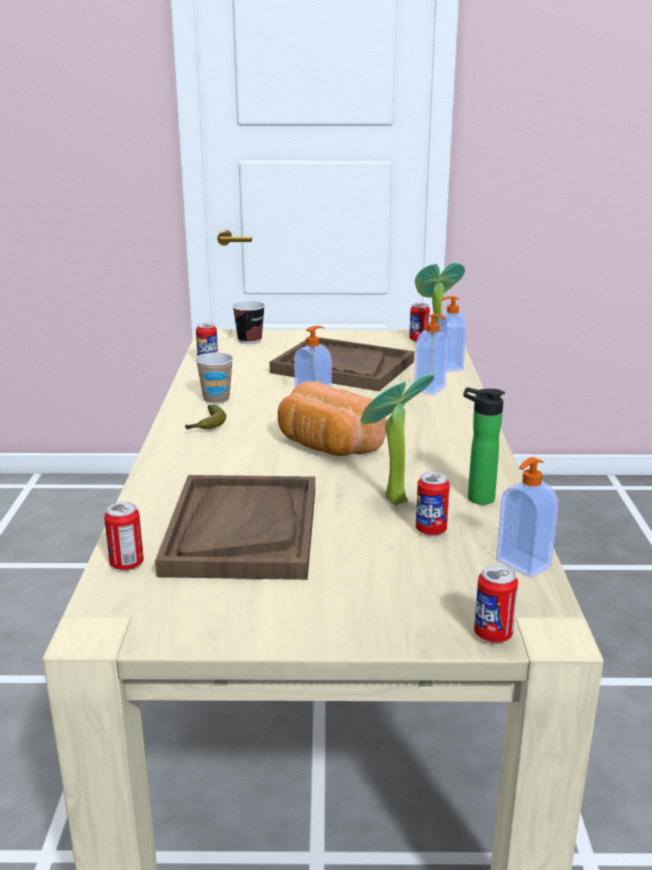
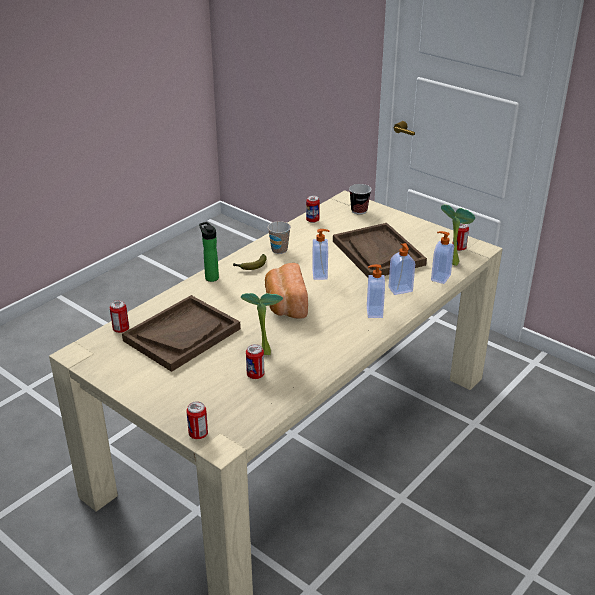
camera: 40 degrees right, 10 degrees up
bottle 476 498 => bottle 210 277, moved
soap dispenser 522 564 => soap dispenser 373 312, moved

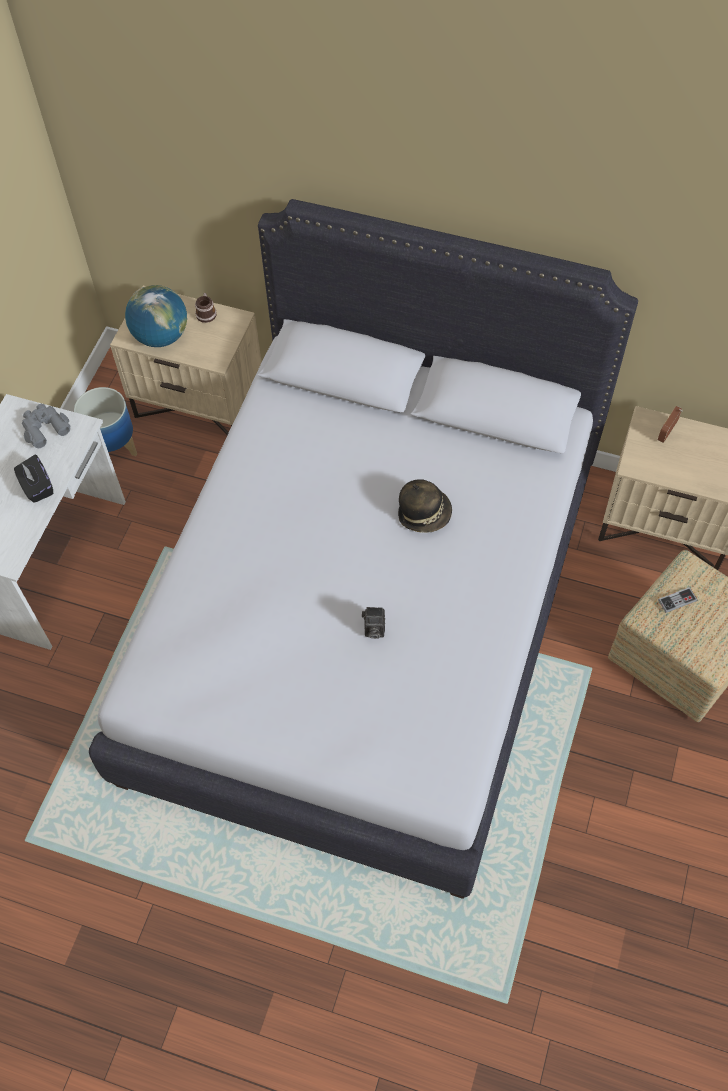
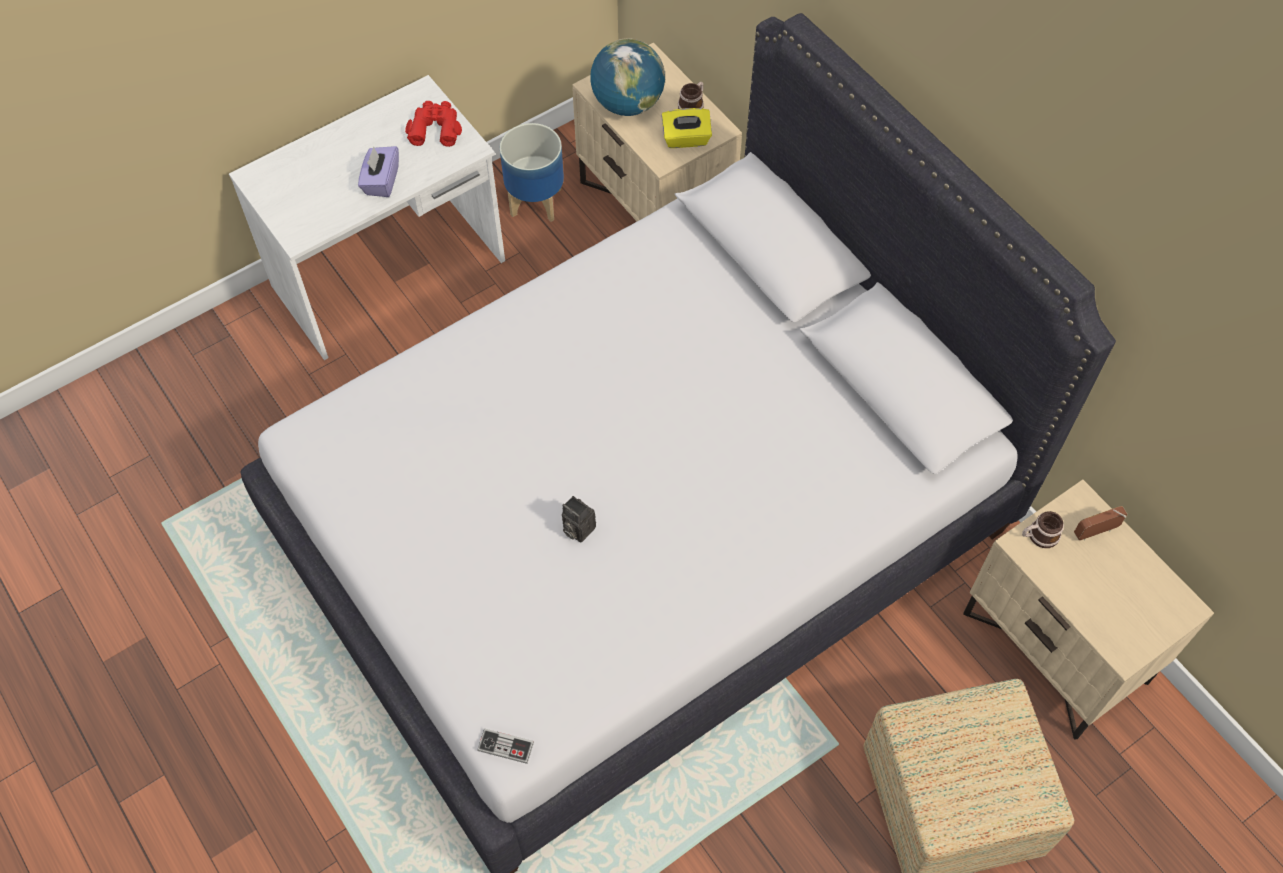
camera: 35 degrees right, 0 degrees up
blackish box of tissues 37 487 => purple-coloured box of tissues 381 181
greyish field glasses 44 427 => reddish field glasses 435 128
wearable hat 424 513 => nothing
game controller 677 600 => game controller 505 746, moved
nothing => yellow-coloured box of tissues 686 139
nothing => coffee mug 1039 536

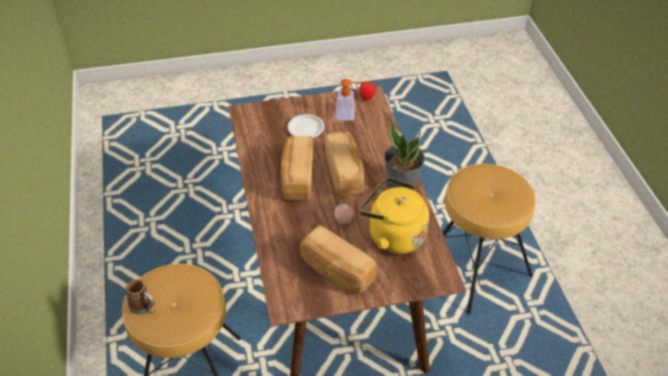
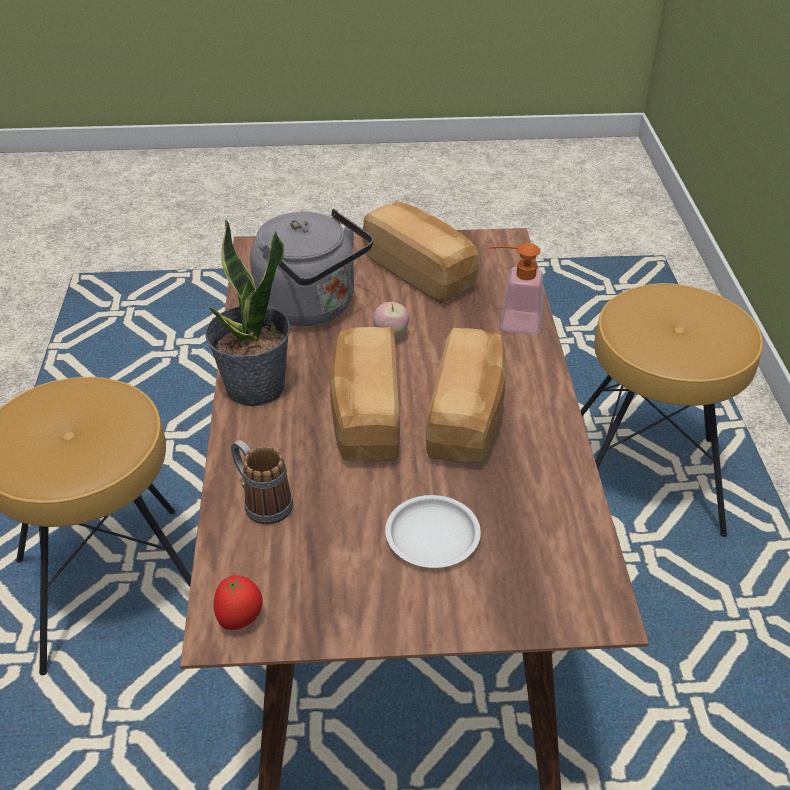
camera: 170 degrees left, 5 degrees down
coffee mug 144 308 => coffee mug 261 502, moved
soap dispenser 349 115 => soap dispenser 512 322, moved
yellow-coloured kettle 393 235 => greyish kettle 312 307

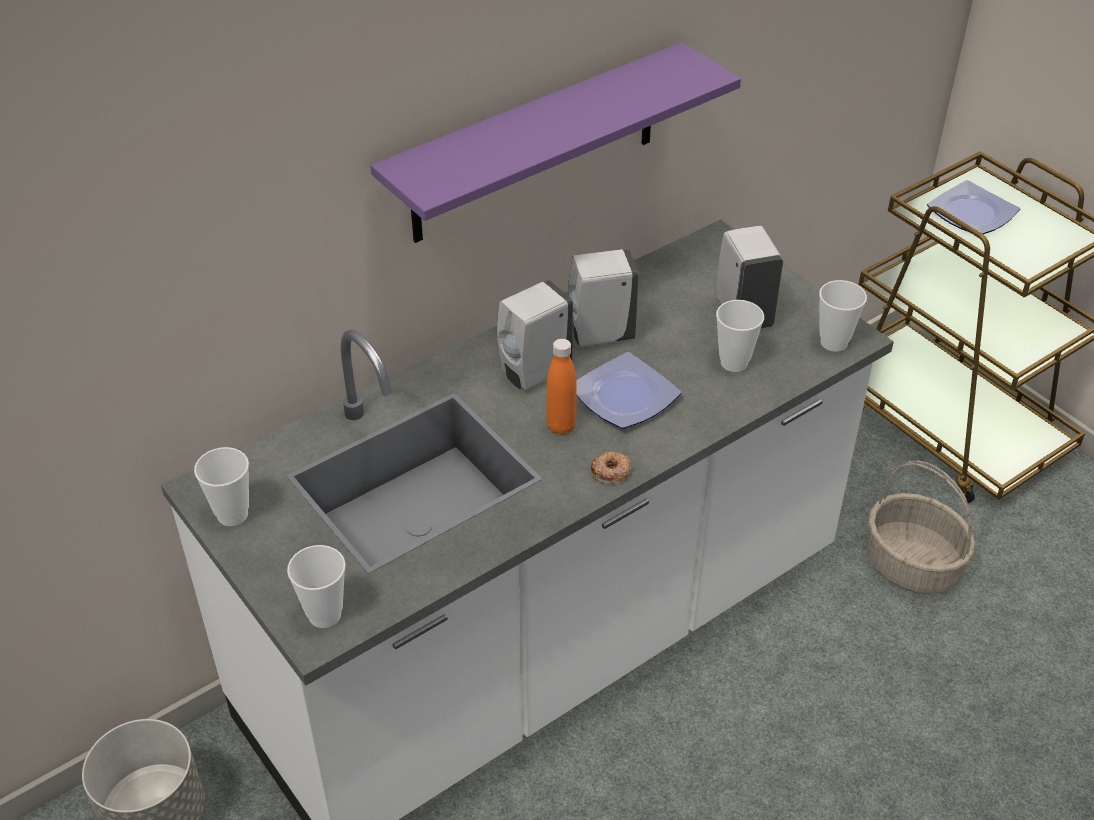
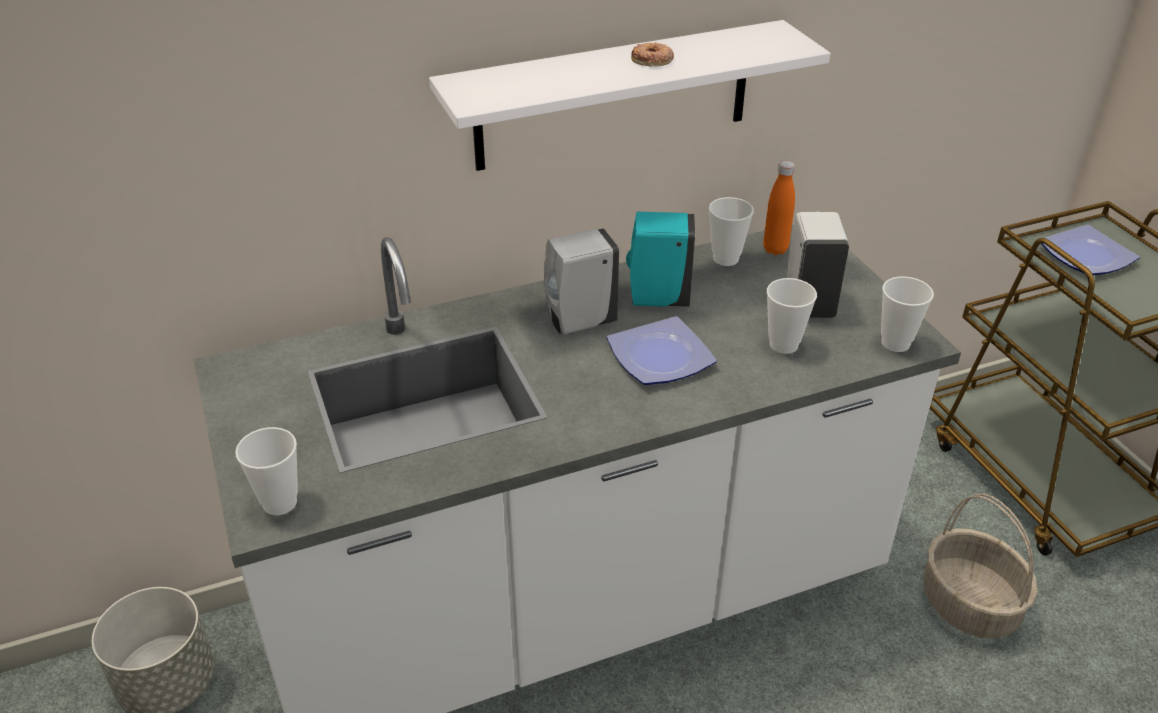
camera: 15 degrees right, 5 degrees down
drinking cup 232 514 => drinking cup 726 259, moved
purple-coloured wall shelf 535 145 => whitish wall shelf 614 96
orange bottle 561 426 => orange bottle 775 249, moved
whitish soap dispenser 598 335 => turquoise-coloured soap dispenser 656 299
doughnut 611 471 => doughnut 652 60, moved

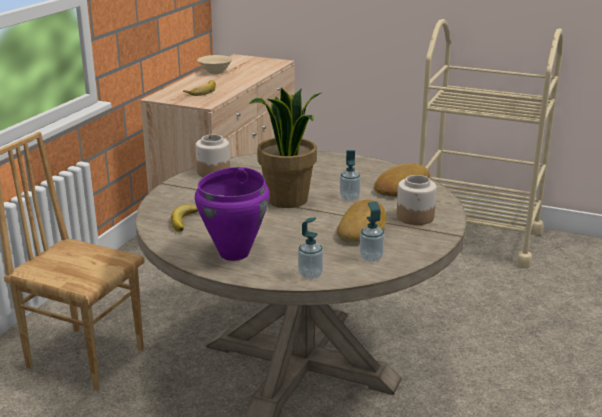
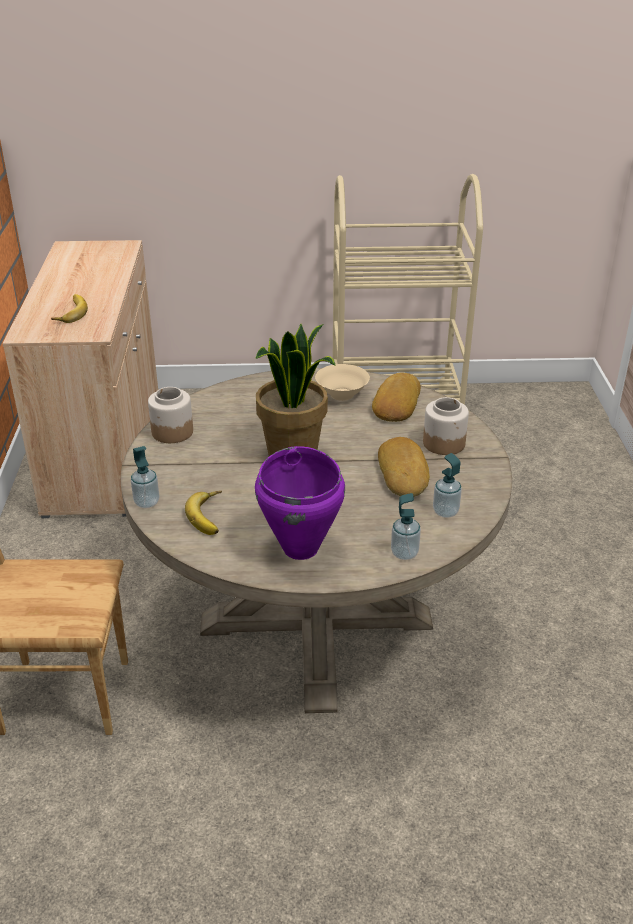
camera: 25 degrees left, 10 degrees up
beige-coloured bowl 215 72 => beige-coloured bowl 341 394, moved
soap dispenser 349 197 => soap dispenser 147 502, moved

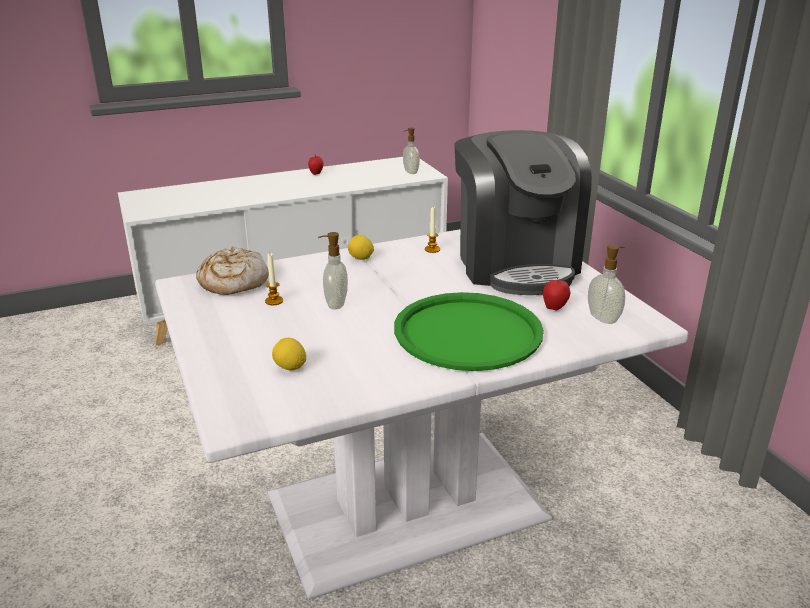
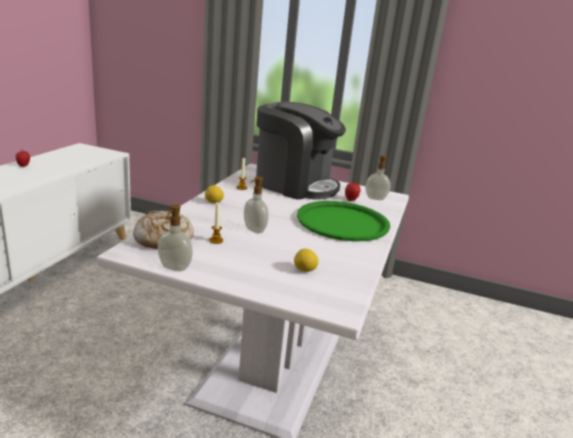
camera: 50 degrees left, 5 degrees down
soap dispenser 410 172 => soap dispenser 174 268, moved

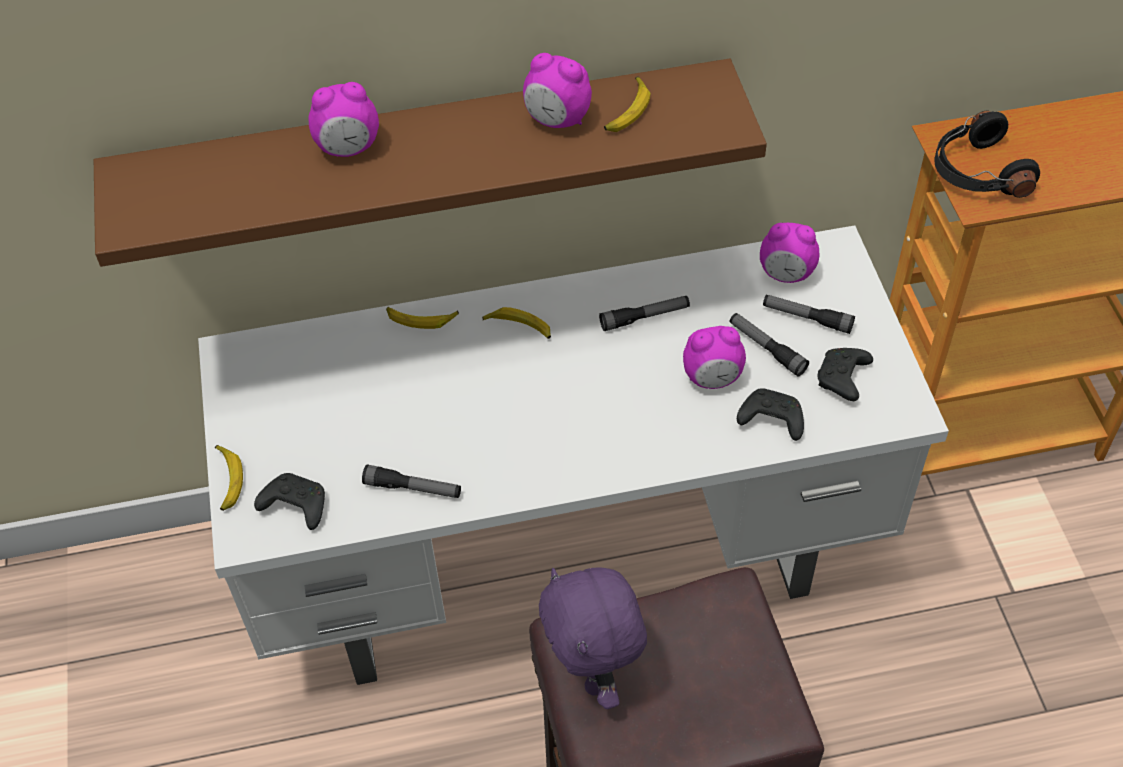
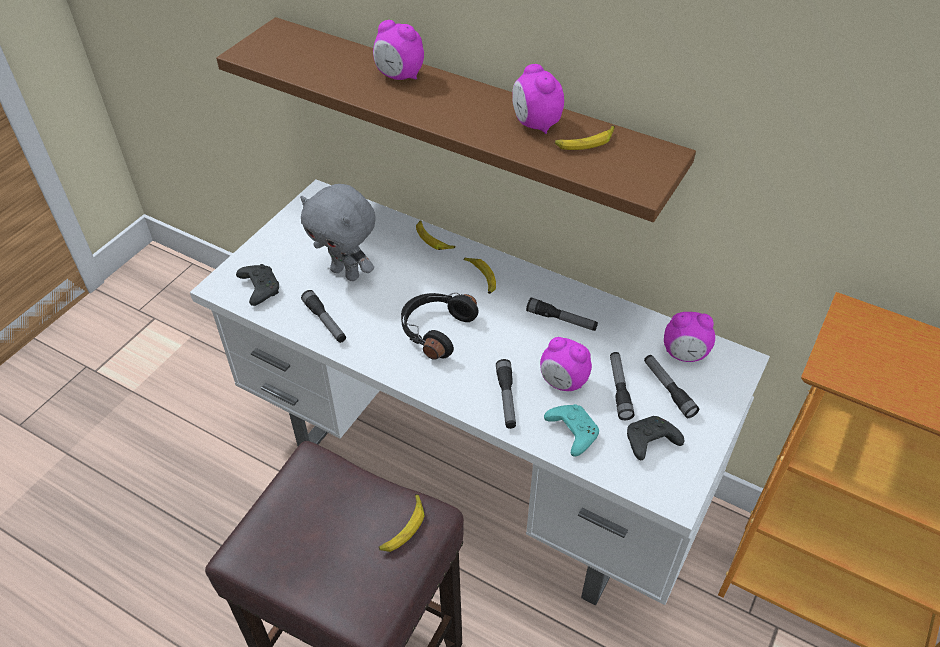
camera: 40 degrees right, 5 degrees down
whole banana 227 481 => whole banana 403 527, moved
purple-coloured plush toy 594 674 => nothing
blackish game controller 770 420 => turquoise-coloured game controller 571 432
bedside clock 786 274 => bedside clock 684 354, 45 degrees counterclockwise
blackish pair of headphones 977 172 => blackish pair of headphones 435 330, moved
nothing => greyish plush toy 347 273
nothing => flashlight 506 398

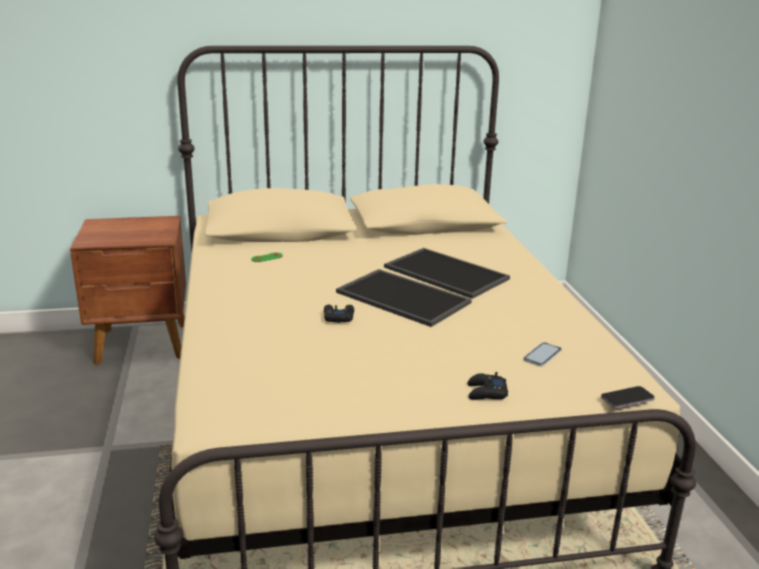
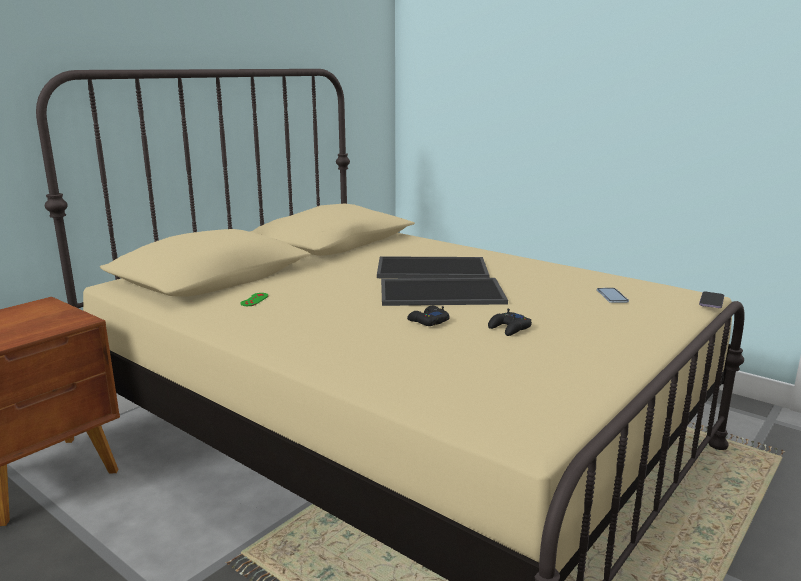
camera: 40 degrees left, 5 degrees down
blackish game controller 486 393 => blackish game controller 509 328, moved

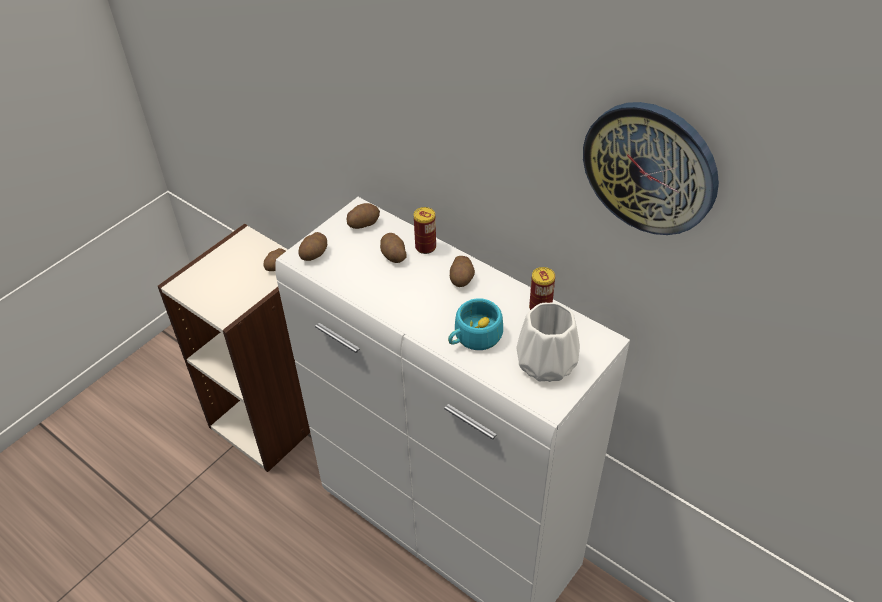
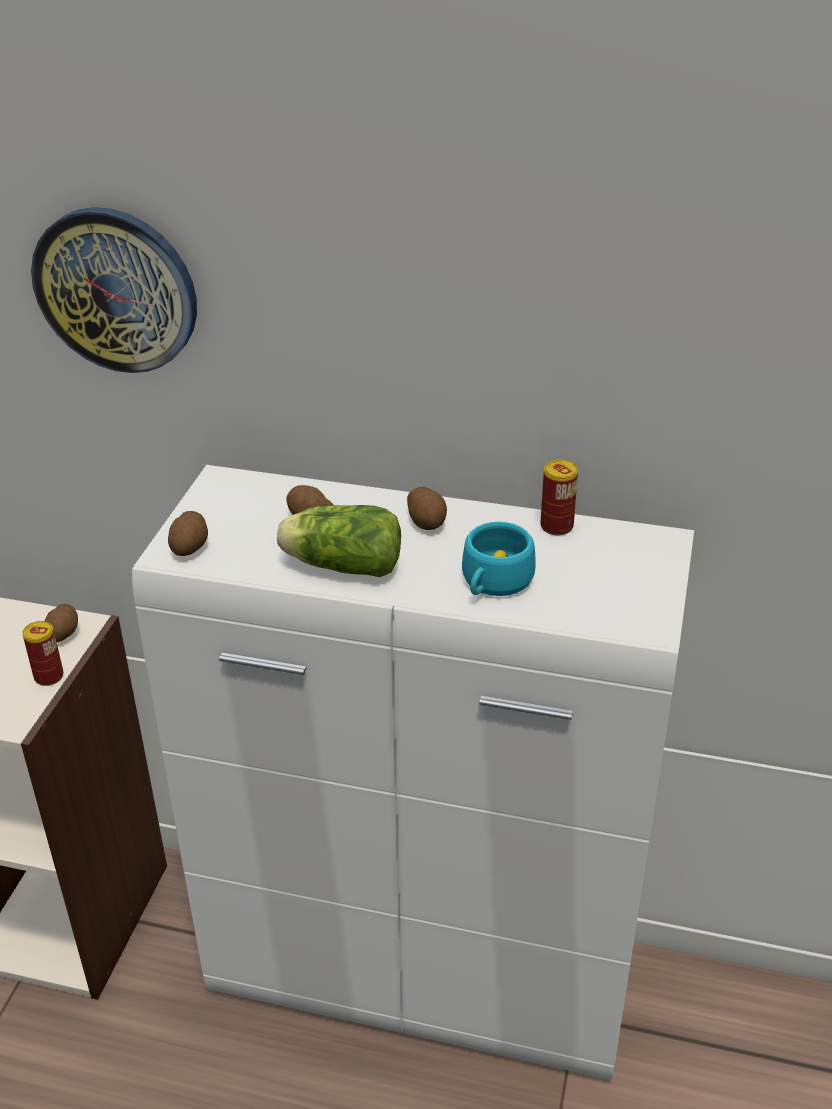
camera: 25 degrees left, 10 degrees down
whole potato 363 223 => nothing
can 425 247 => can 49 676, moved
whitish flower vase 546 362 => nothing
hanging clock 650 168 => hanging clock 116 290, moved
nothing => lettuce 340 565

